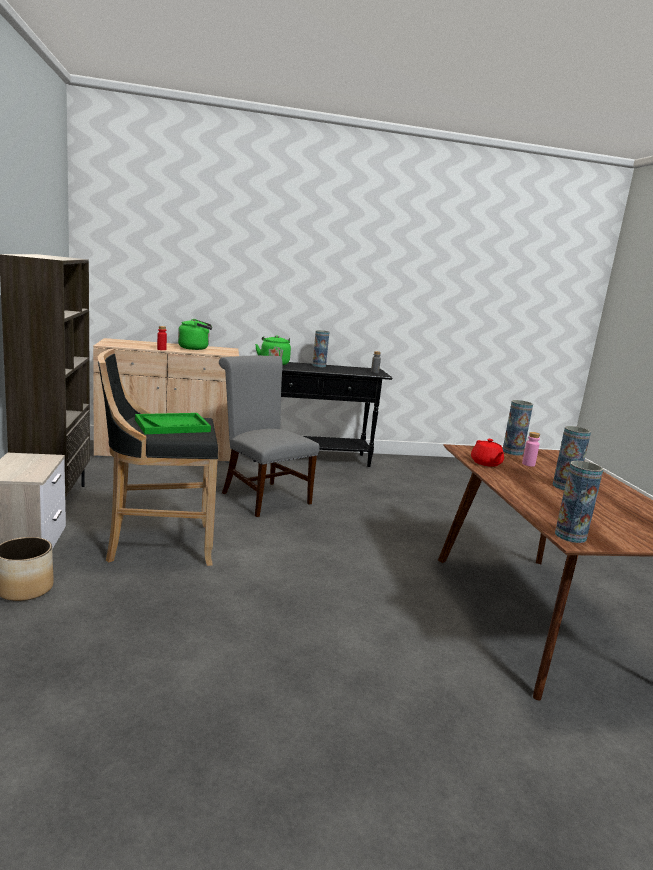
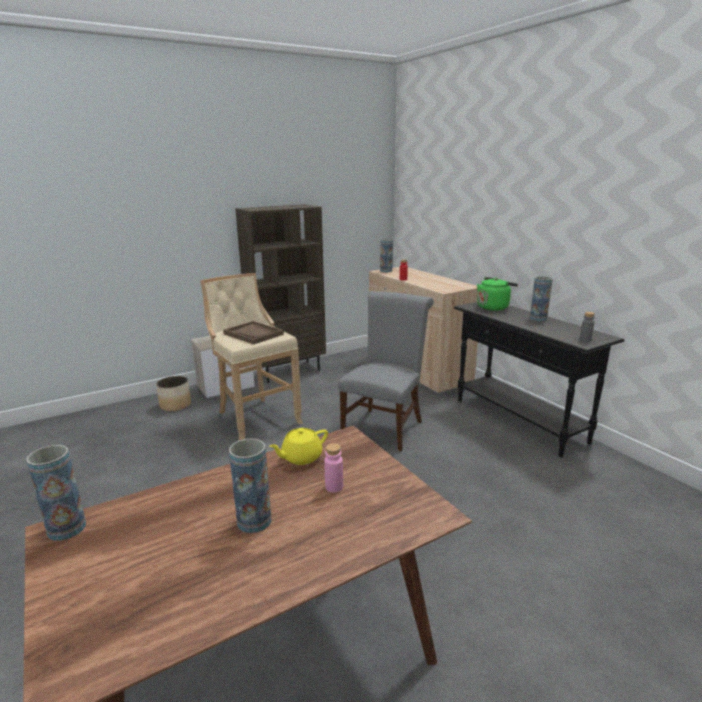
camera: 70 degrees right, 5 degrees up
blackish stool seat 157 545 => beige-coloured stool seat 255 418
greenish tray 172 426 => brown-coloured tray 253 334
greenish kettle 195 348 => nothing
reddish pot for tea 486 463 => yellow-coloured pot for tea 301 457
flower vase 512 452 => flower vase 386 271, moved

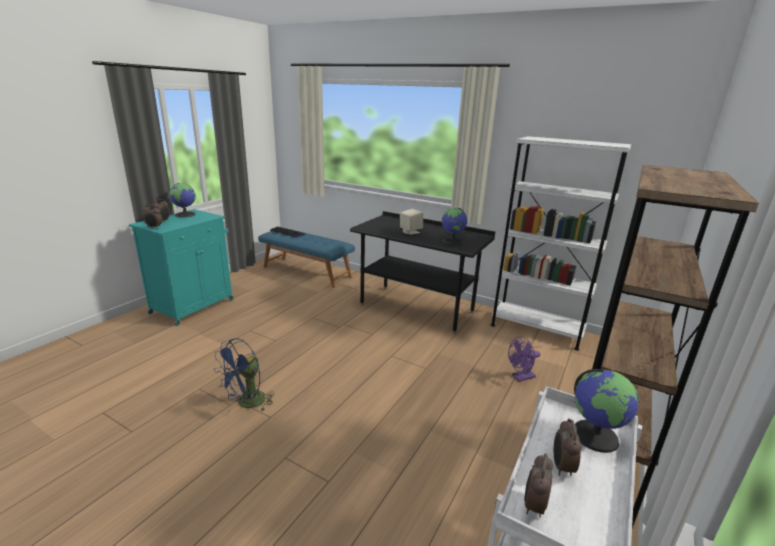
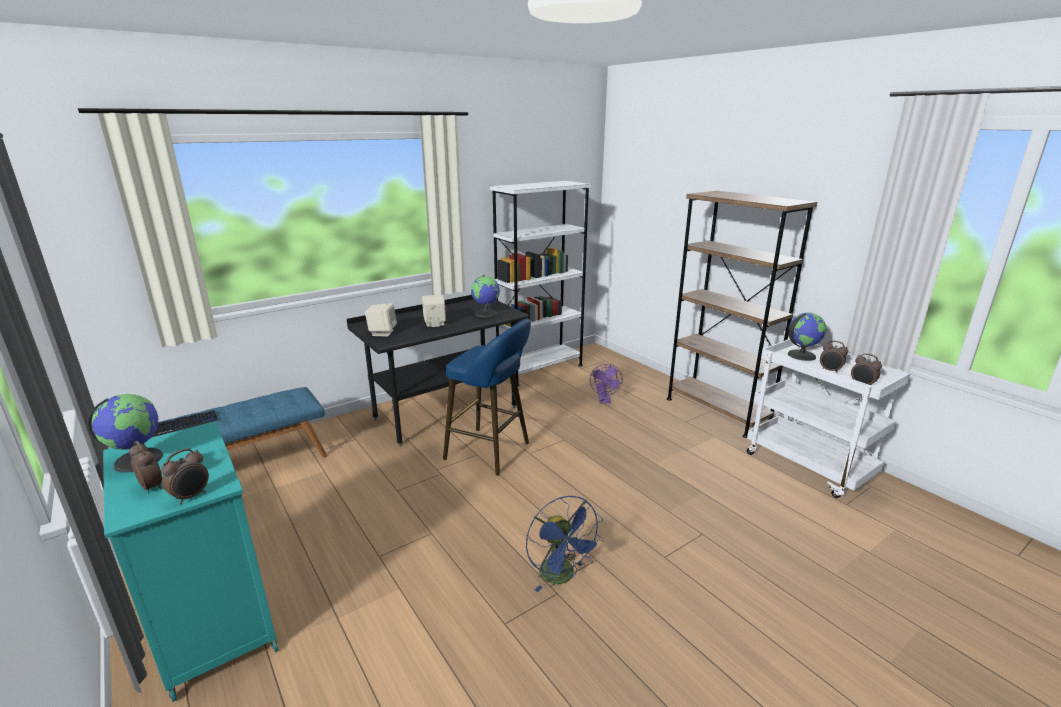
camera: 65 degrees left, 0 degrees up
nothing => beige-coloured audio speaker 382 333
nothing => blue-coloured stool seat 491 452

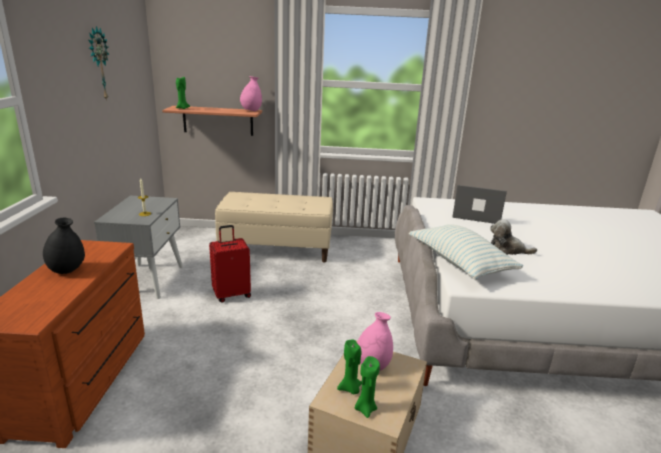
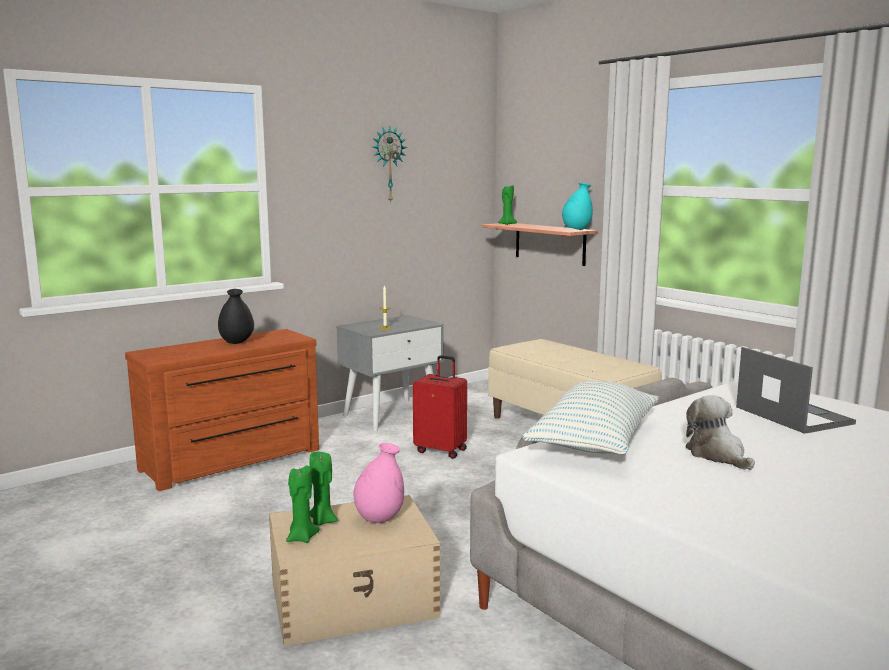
camera: 50 degrees right, 10 degrees down
pink flower vase 251 111 => turquoise-coloured flower vase 576 229

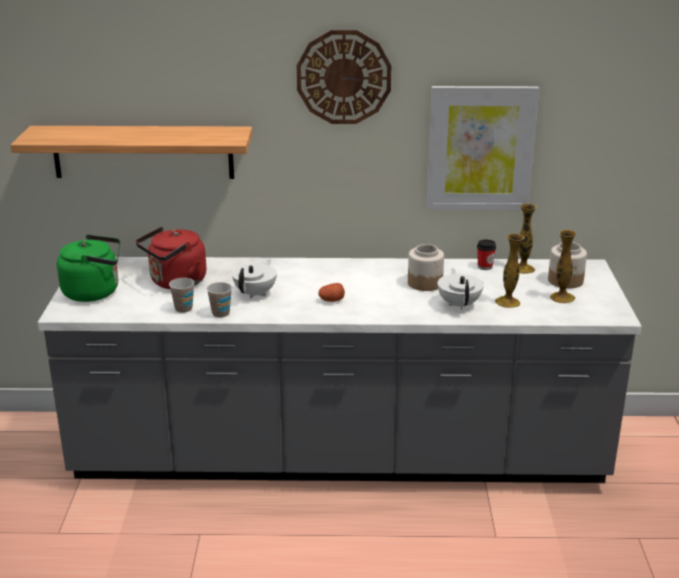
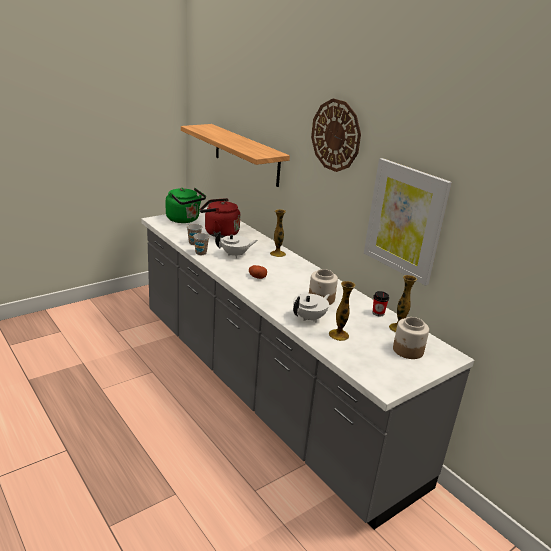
camera: 50 degrees right, 0 degrees up
flower vase 562 297 => flower vase 277 254, moved

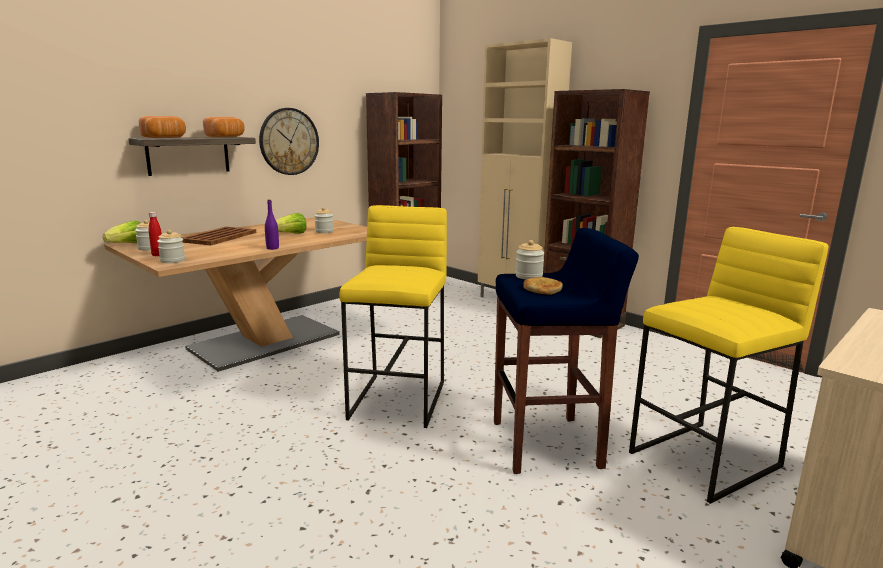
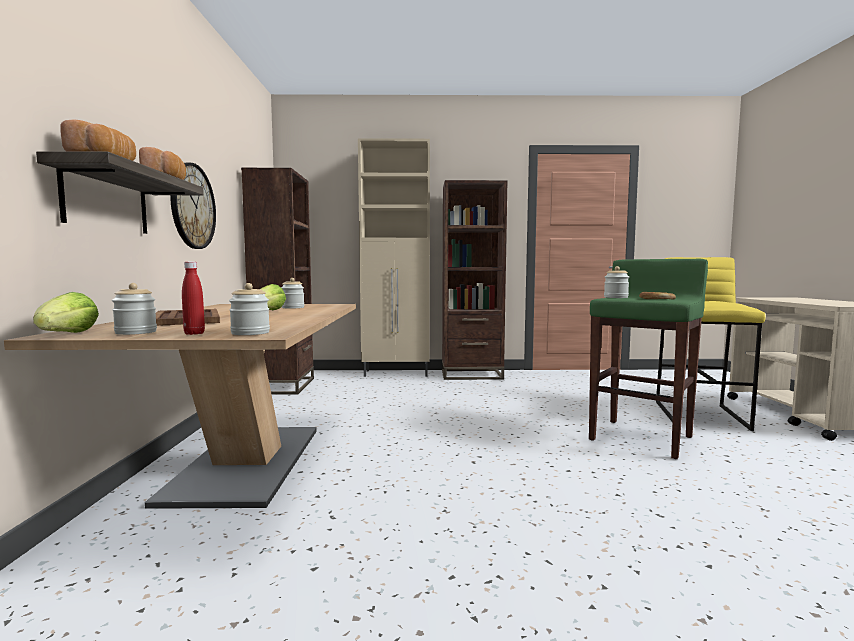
camera: 45 degrees left, 10 degrees down
purple-coloured bottle 272 248 => nothing
yellow-coloured stool seat 399 400 => nothing
blue-coloured stool seat 548 444 => greenish stool seat 641 438

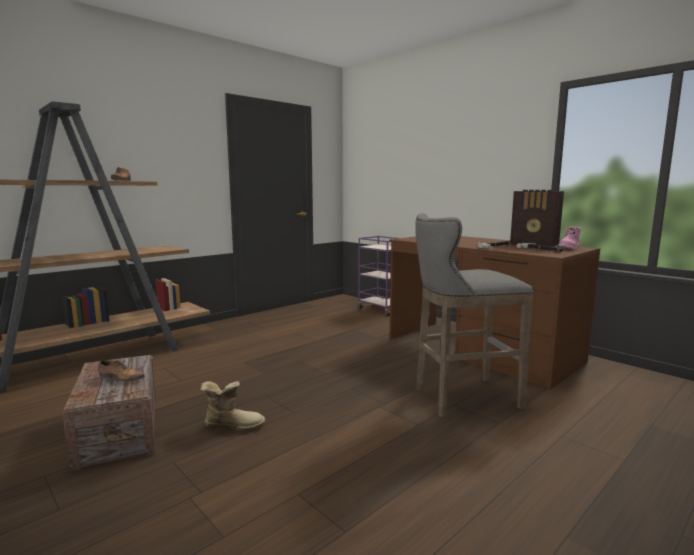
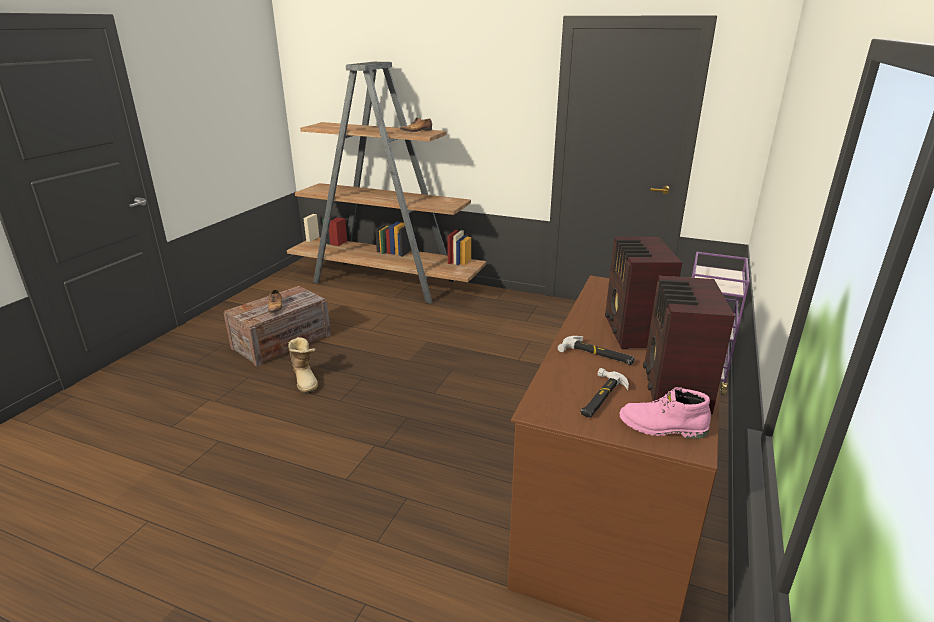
camera: 65 degrees right, 15 degrees up
greyish stool seat 461 398 => nothing
nothing => radio set 633 333

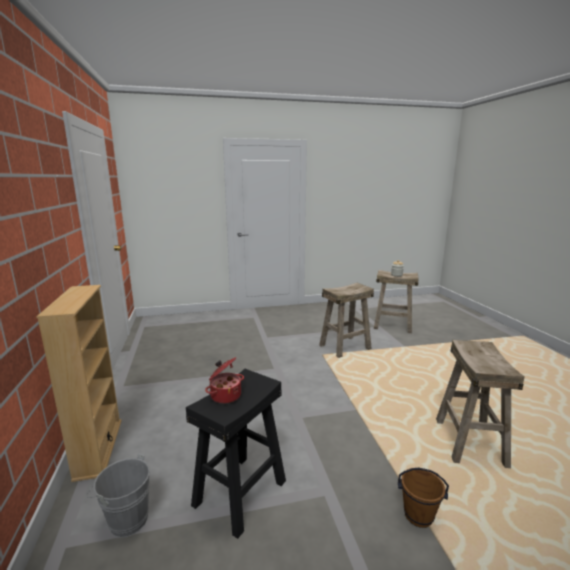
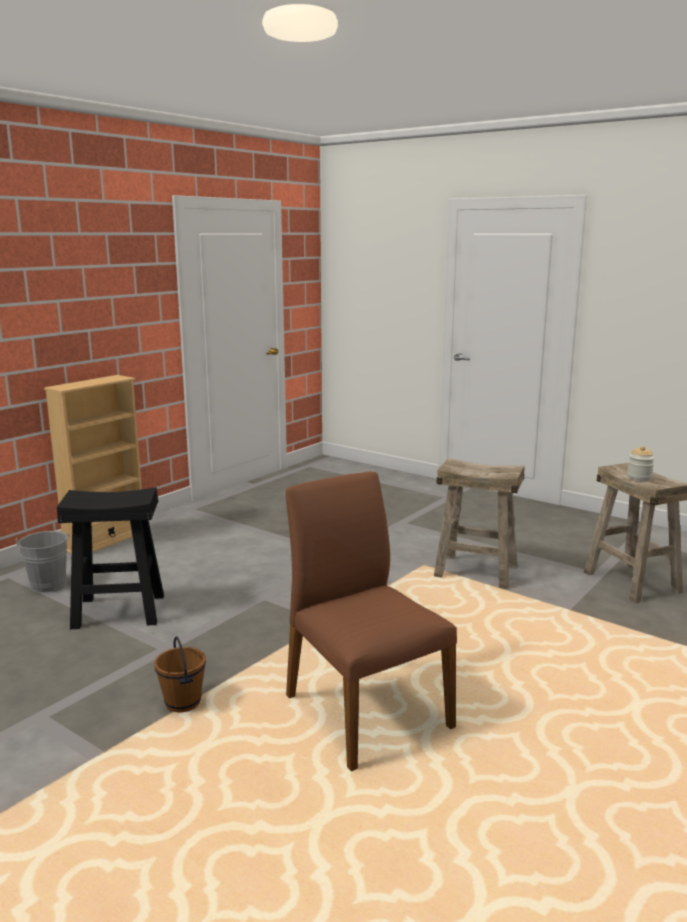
camera: 50 degrees right, 0 degrees up
stockpot 225 395 => nothing
beige-coloured stool seat 469 442 => brown-coloured chair 364 711

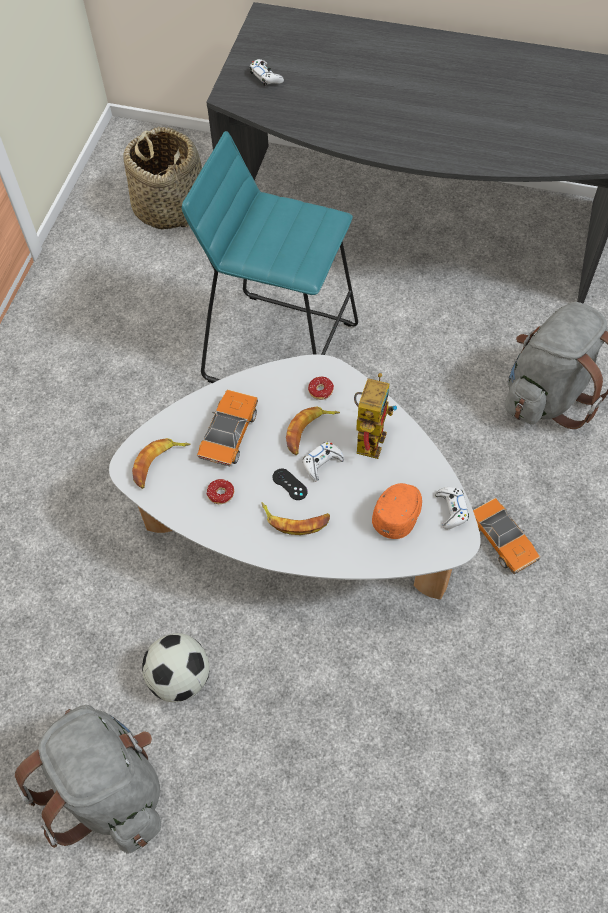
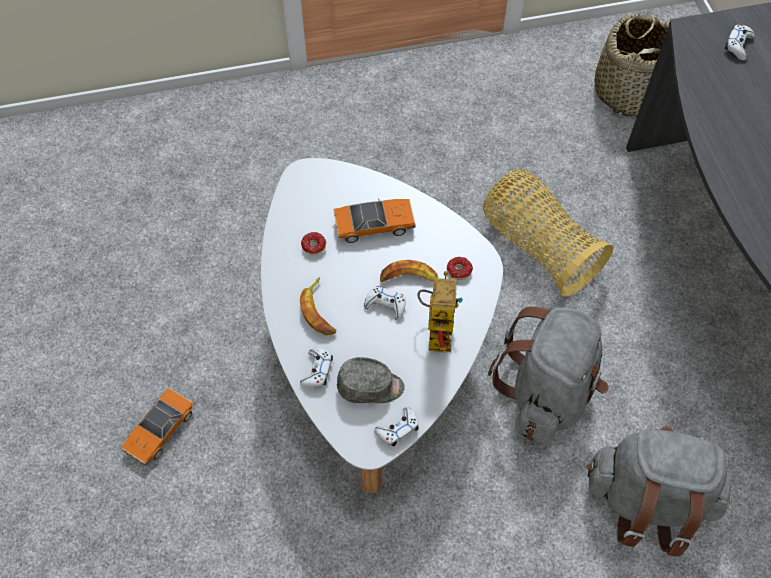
camera: 60 degrees right, 0 degrees up
greyish knapsack 109 787 => greyish knapsack 546 392, moved
whole banana 158 464 => nothing
football ball 180 677 => nothing
turquoise-coloured stool seat 280 350 => basket 538 247
blackish game controller 289 484 => nothing
robot figure 369 435 => robot figure 437 329, 75 degrees counterclockwise
orange peaked cap 398 512 => greyish peaked cap 370 387
toy car 502 540 => toy car 160 430, moved
nothing => whitish game controller 317 370

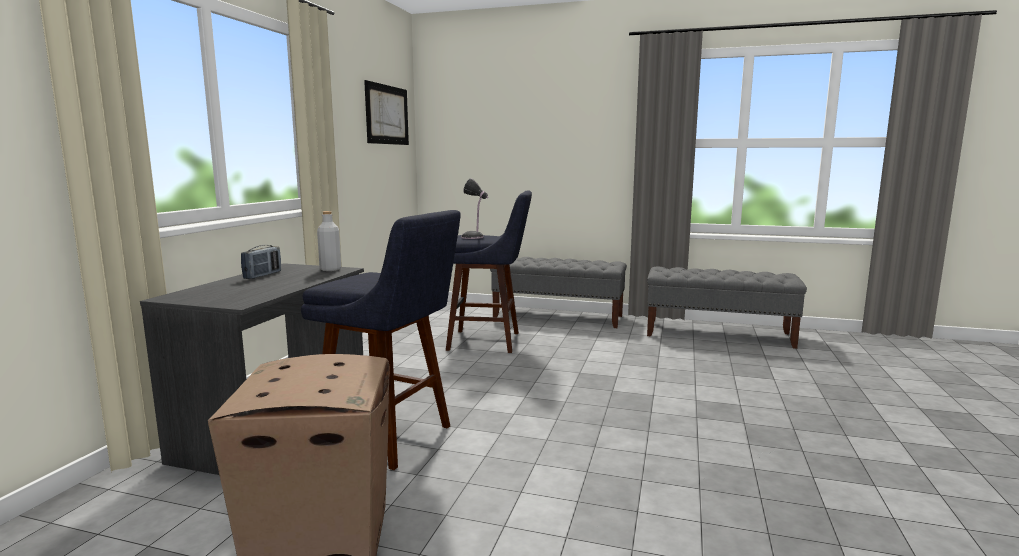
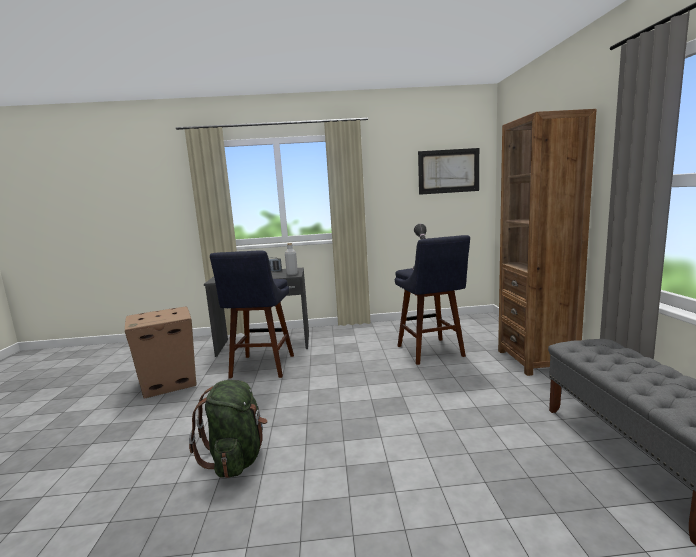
camera: 70 degrees right, 0 degrees up
greyish indoor bench 558 317 => brown-coloured bookcase 536 360
nothing => greenish knapsack 236 458

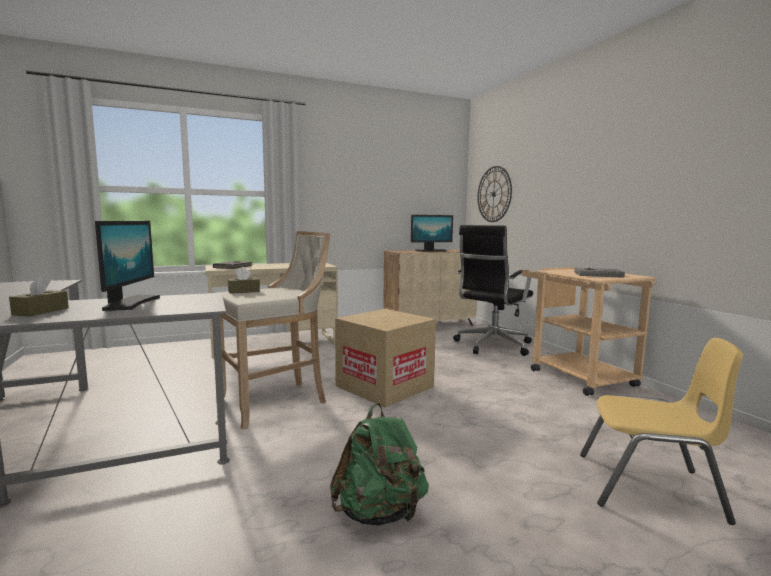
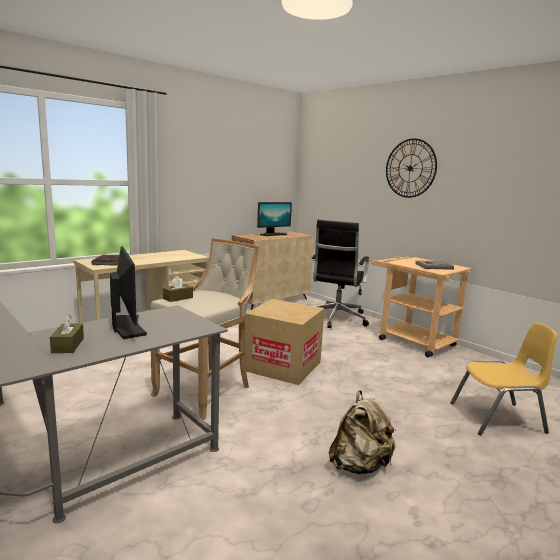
camera: 20 degrees left, 5 degrees up
greenish knapsack 379 513 => beige-coloured knapsack 359 465
hanging clock 493 194 => hanging clock 410 168, moved

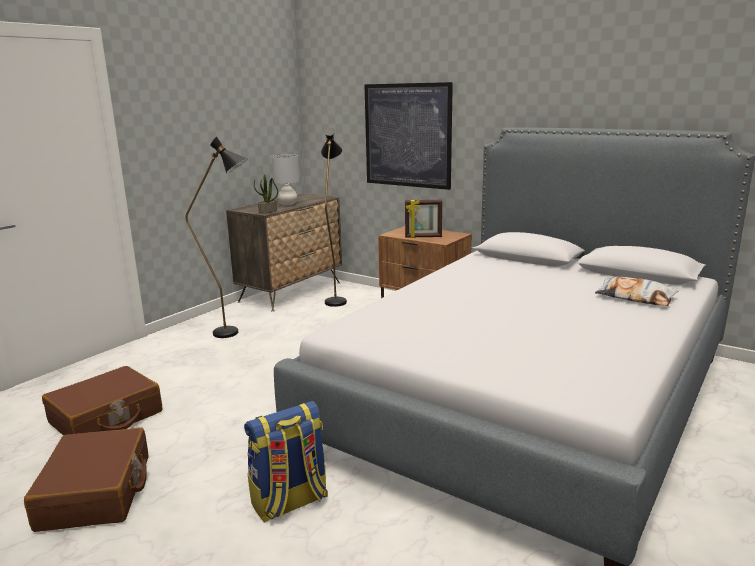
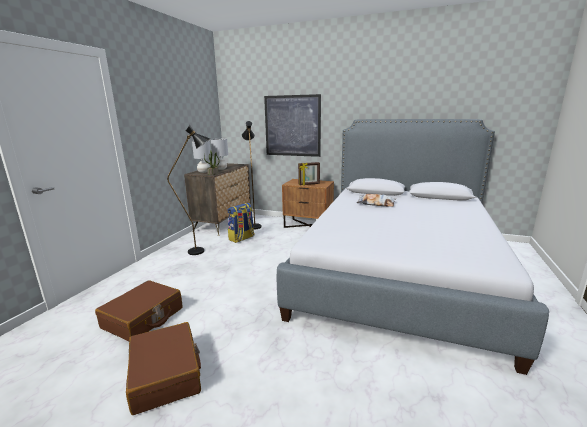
camera: 15 degrees left, 0 degrees up
knapsack 289 502 => knapsack 242 238, moved
throw pillow 635 297 => throw pillow 376 204, moved
nothing => greyish tabletop lamp 204 172

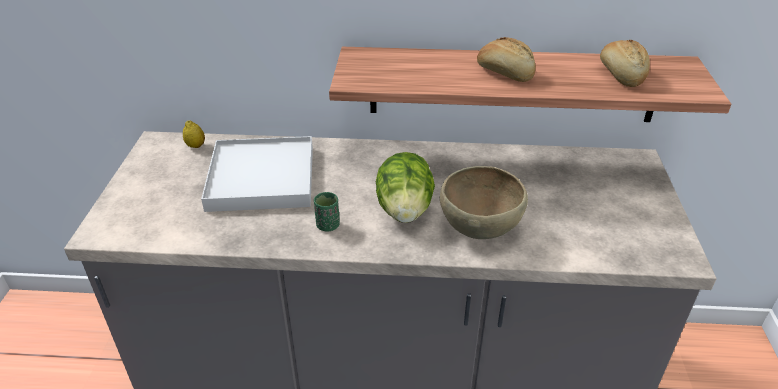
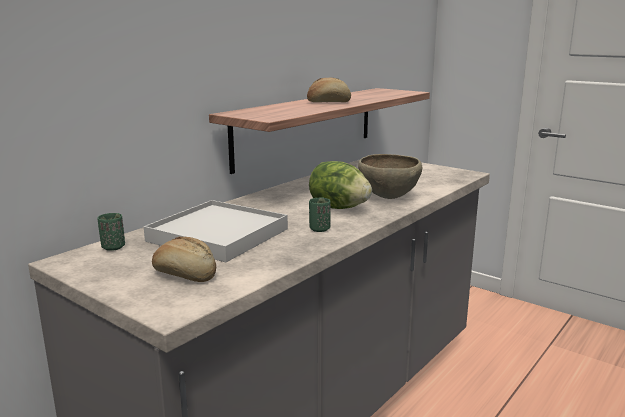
camera: 55 degrees left, 20 degrees down
lemon 196 146 => greenish drinking cup 113 247
bakery bread 621 74 => bakery bread 185 275, moved

